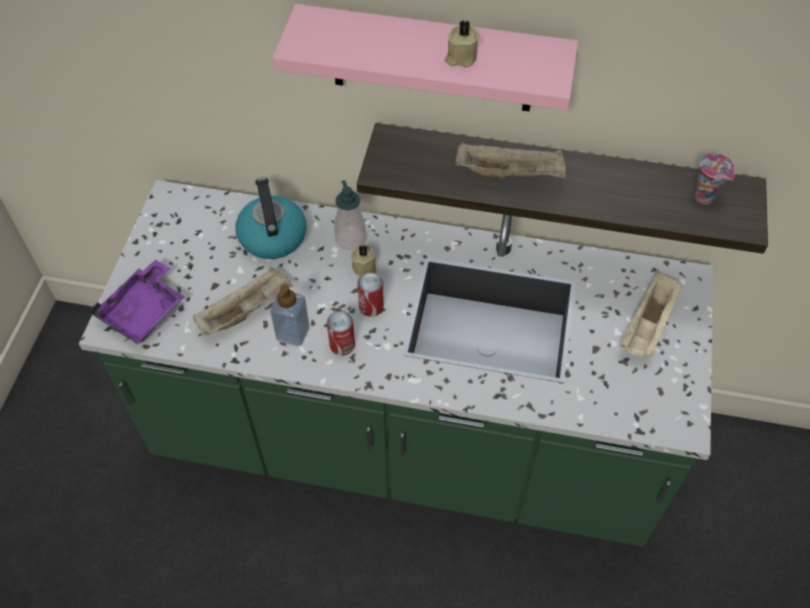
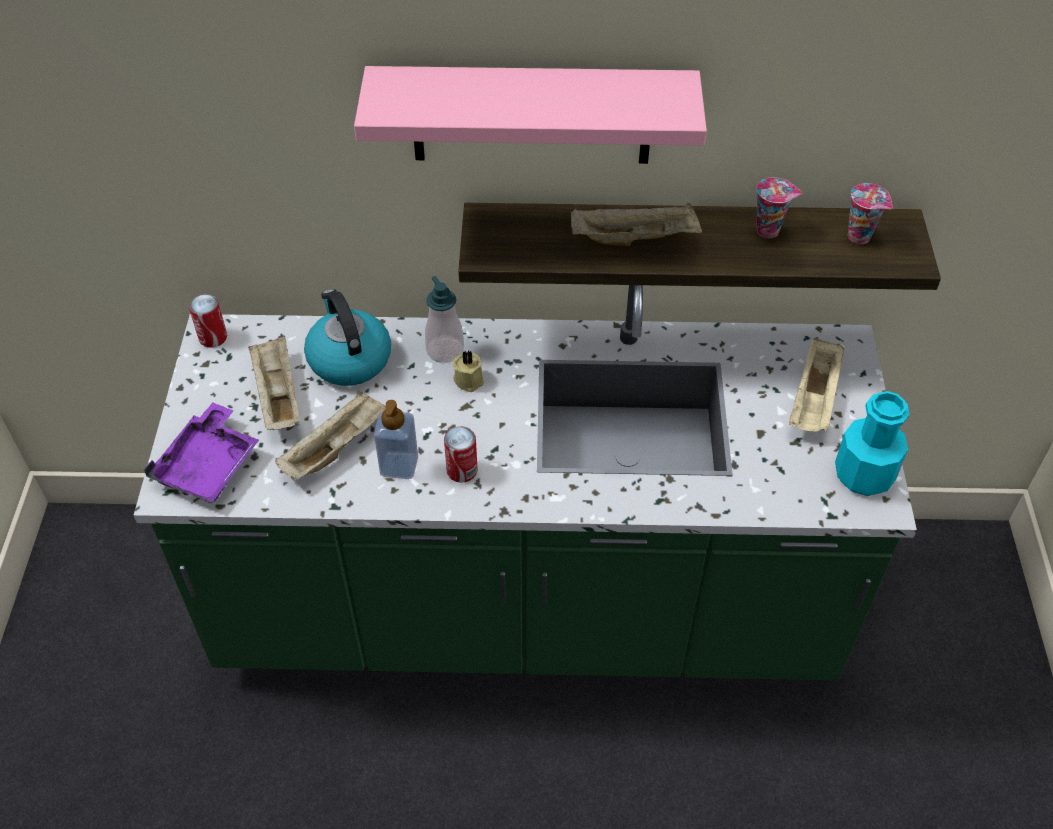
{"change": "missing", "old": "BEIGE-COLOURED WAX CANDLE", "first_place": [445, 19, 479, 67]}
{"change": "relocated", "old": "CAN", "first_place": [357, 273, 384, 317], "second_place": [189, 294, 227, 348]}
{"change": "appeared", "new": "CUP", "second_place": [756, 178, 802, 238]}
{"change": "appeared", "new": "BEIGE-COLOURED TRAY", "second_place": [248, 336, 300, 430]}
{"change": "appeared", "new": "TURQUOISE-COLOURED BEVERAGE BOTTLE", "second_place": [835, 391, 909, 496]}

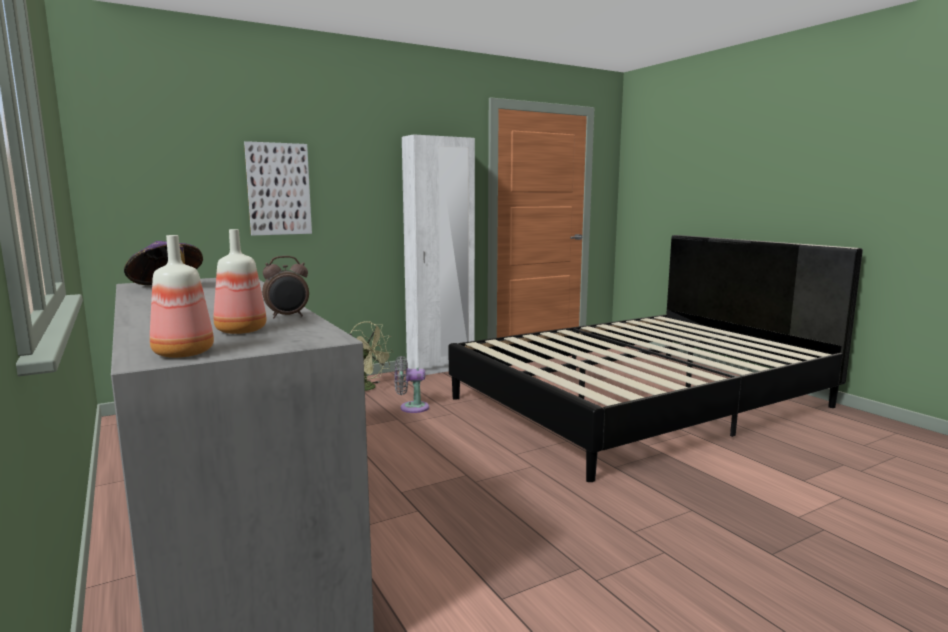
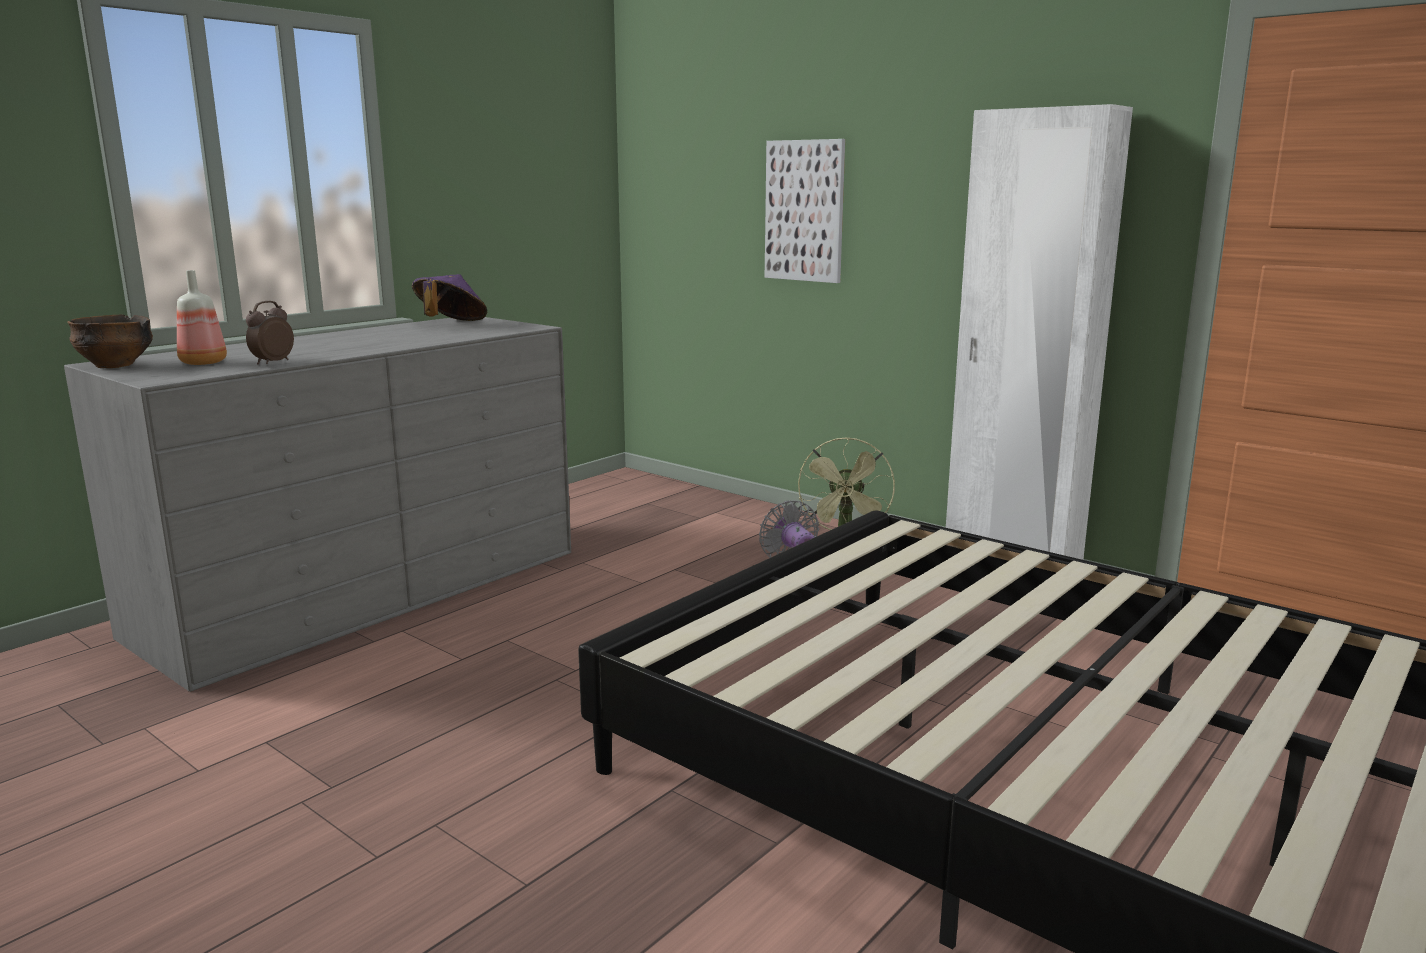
{"change": "exchanged", "old": "BEVERAGE BOTTLE", "new": "BOWL", "first_place": [150, 235, 214, 358], "second_place": [67, 315, 153, 368]}
{"change": "spun", "old": "BEDSIDE CLOCK", "first_place": [262, 256, 309, 319], "second_place": [246, 301, 294, 365], "degrees": 75}

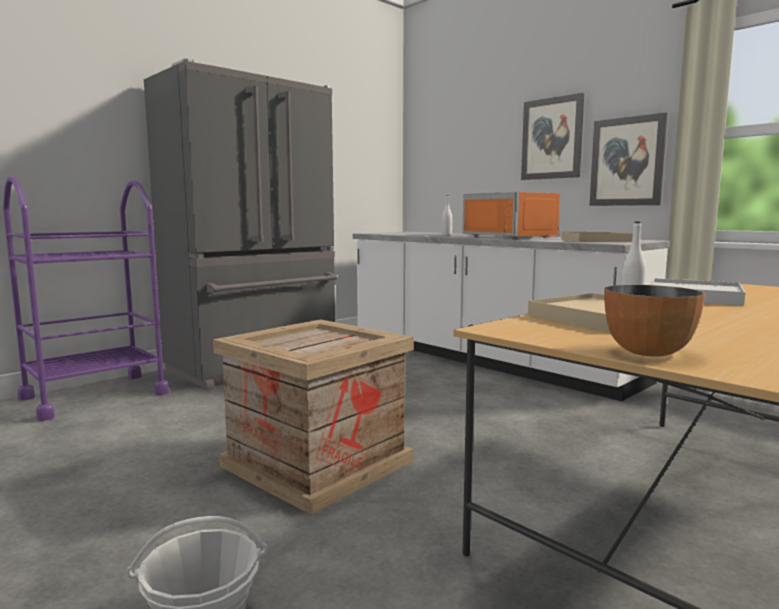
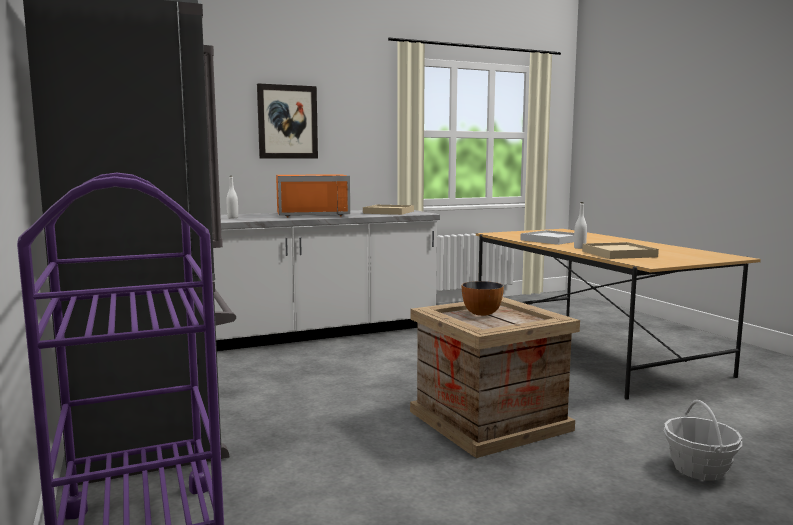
{"change": "missing", "old": "WALL ART", "first_place": [590, 112, 667, 206]}
{"change": "relocated", "old": "BOWL", "first_place": [604, 285, 705, 357], "second_place": [462, 281, 504, 316]}

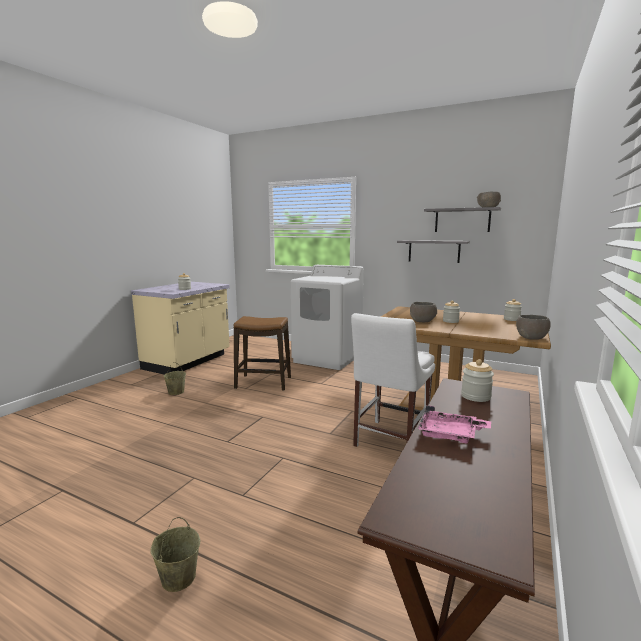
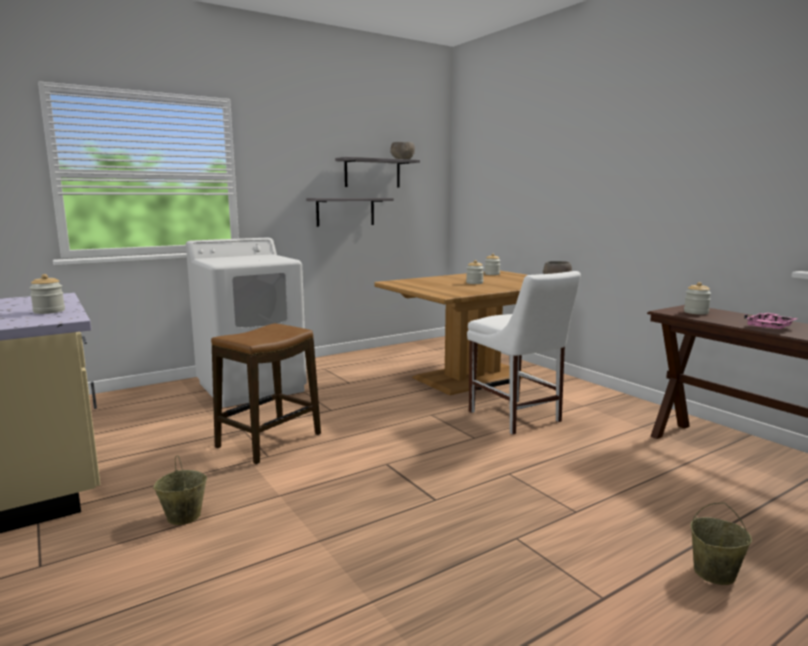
{"change": "missing", "old": "GREYISH BOWL", "first_place": [410, 302, 437, 322]}

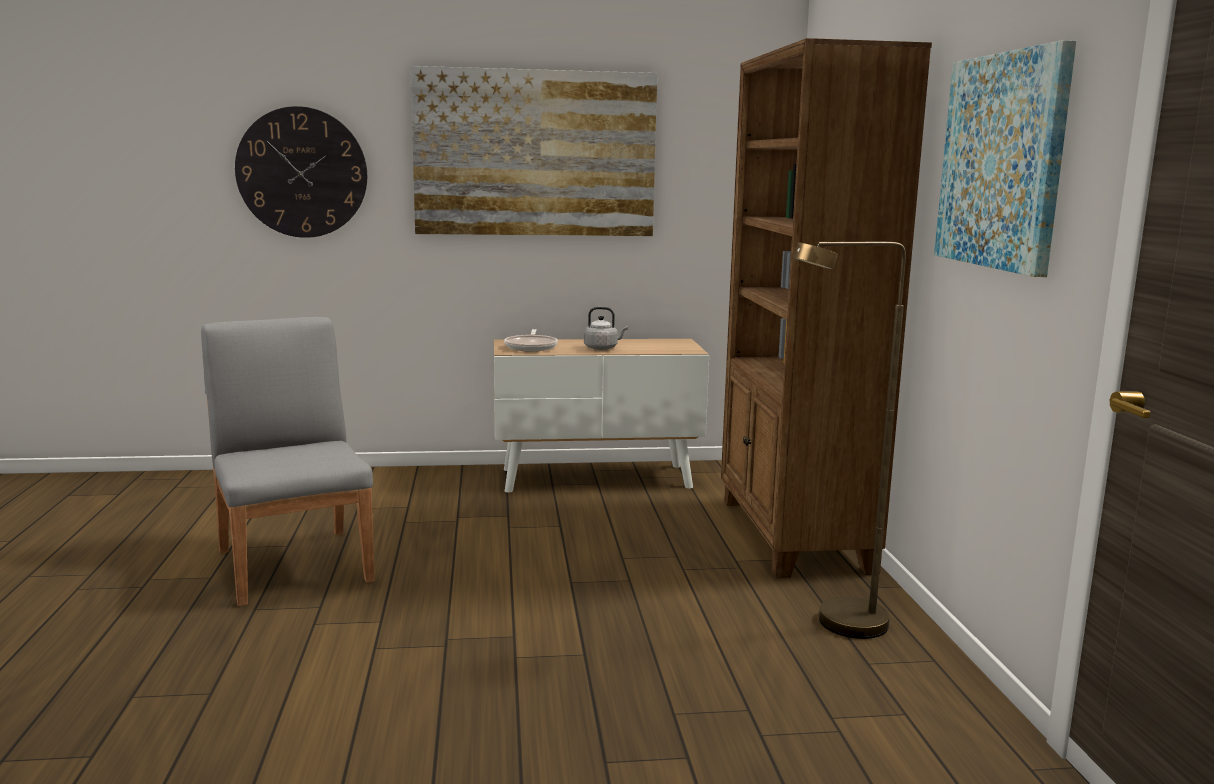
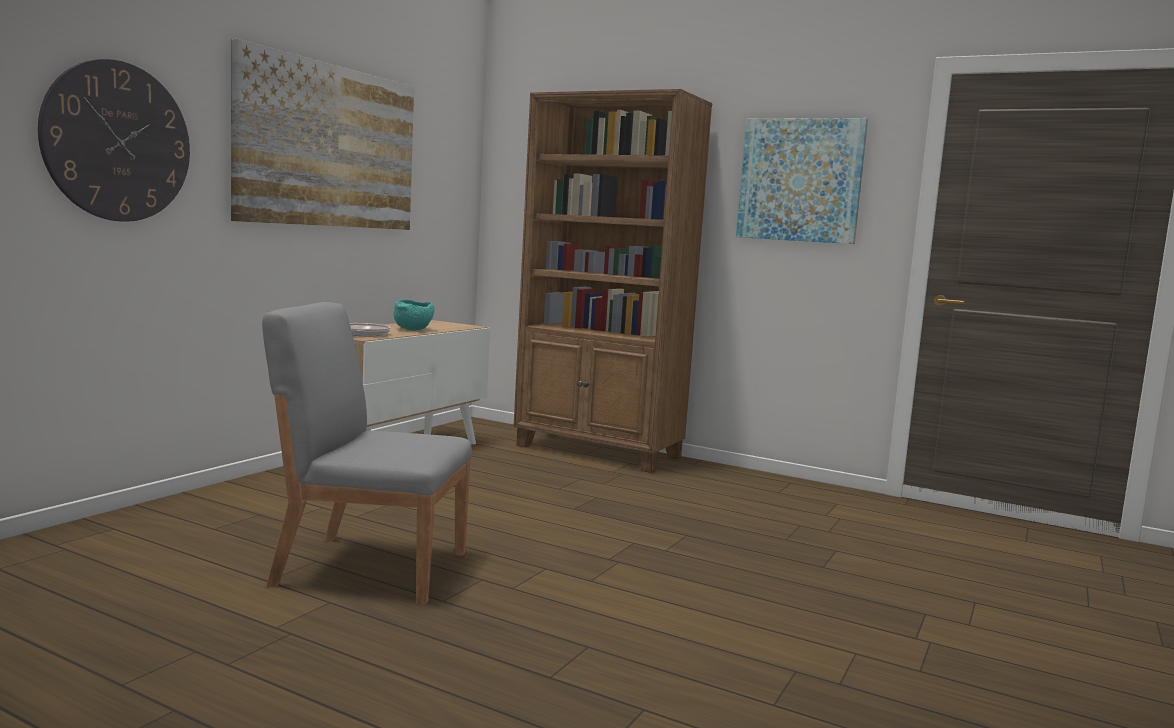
{"change": "missing", "old": "BROWN STANDARD LAMP", "first_place": [794, 242, 906, 639]}
{"change": "exchanged", "old": "GREYISH KETTLE", "new": "TURQUOISE-COLOURED BOWL", "first_place": [584, 307, 628, 350], "second_place": [394, 300, 434, 330]}

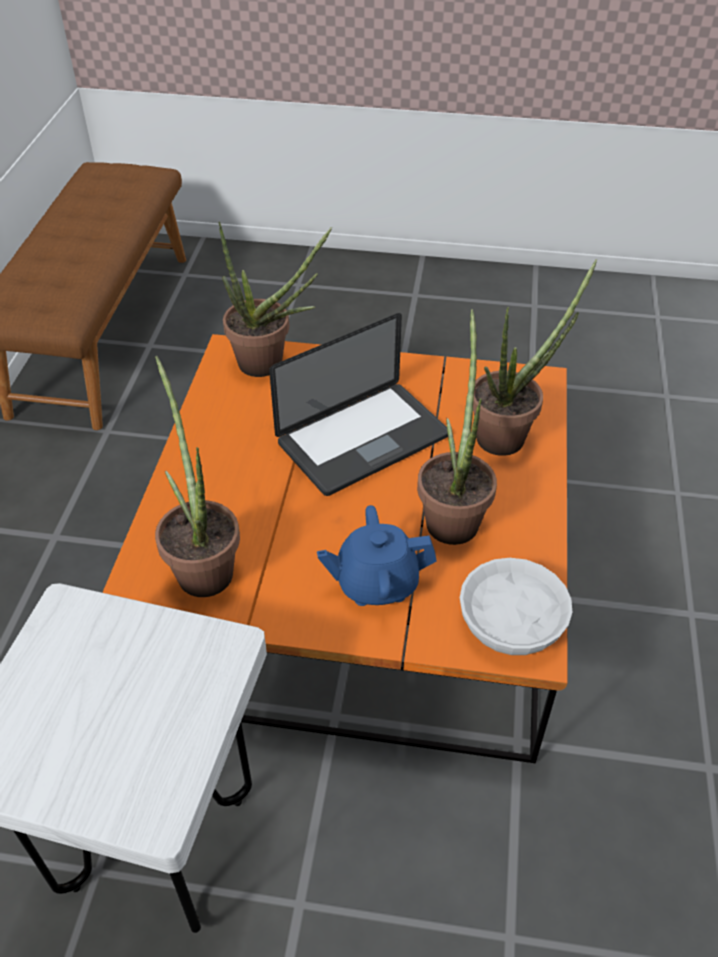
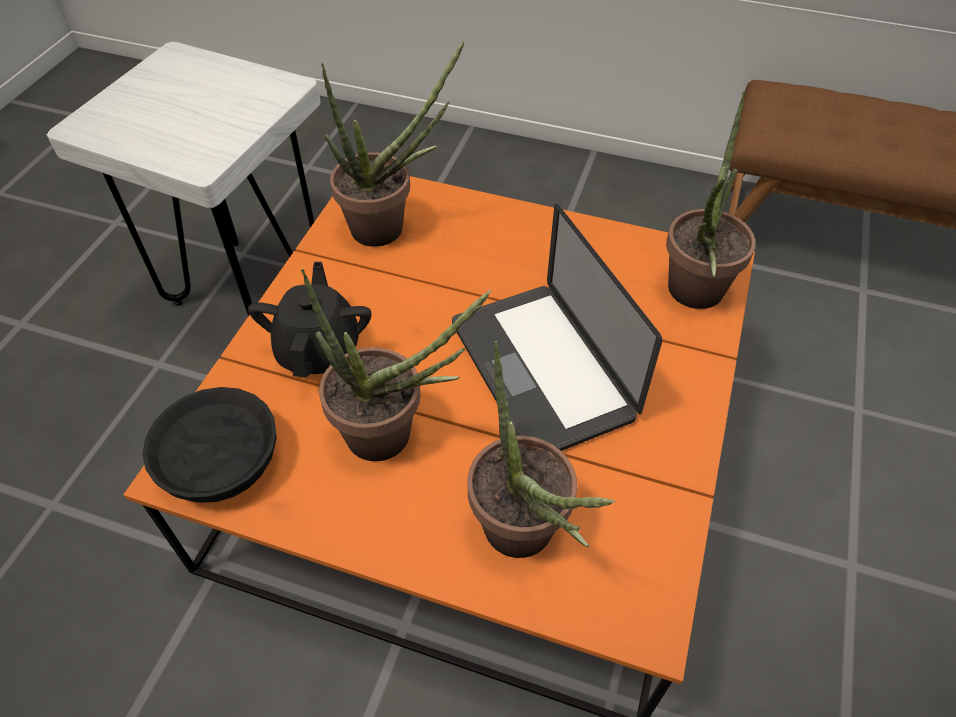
{"change": "colour", "old": "BLUE-COLOURED TEA POT", "new": "BLACK TEA POT", "first_place": [317, 505, 437, 606], "second_place": [248, 262, 372, 377]}
{"change": "colour", "old": "WHITISH BOWL", "new": "BLACK BOWL", "first_place": [460, 558, 572, 655], "second_place": [142, 387, 277, 503]}

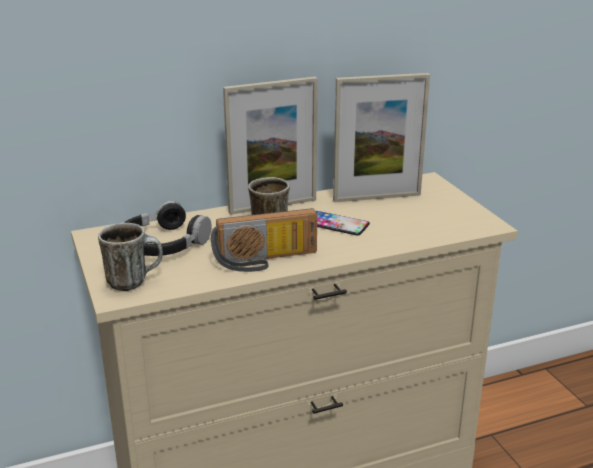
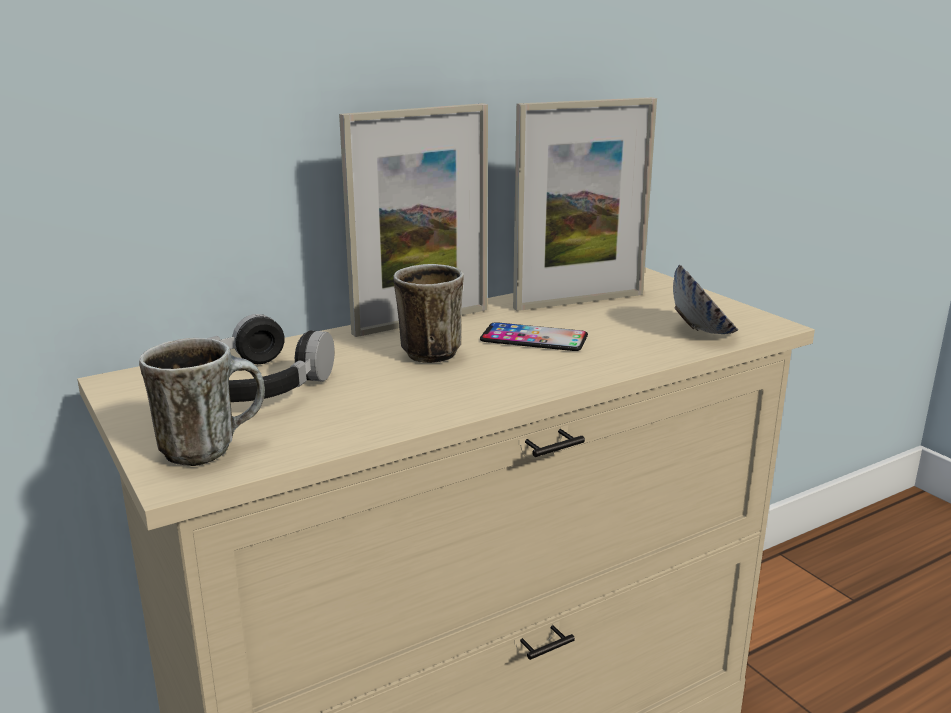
{"change": "missing", "old": "RADIO", "first_place": [211, 208, 317, 272]}
{"change": "appeared", "new": "BOWL", "second_place": [673, 265, 738, 334]}

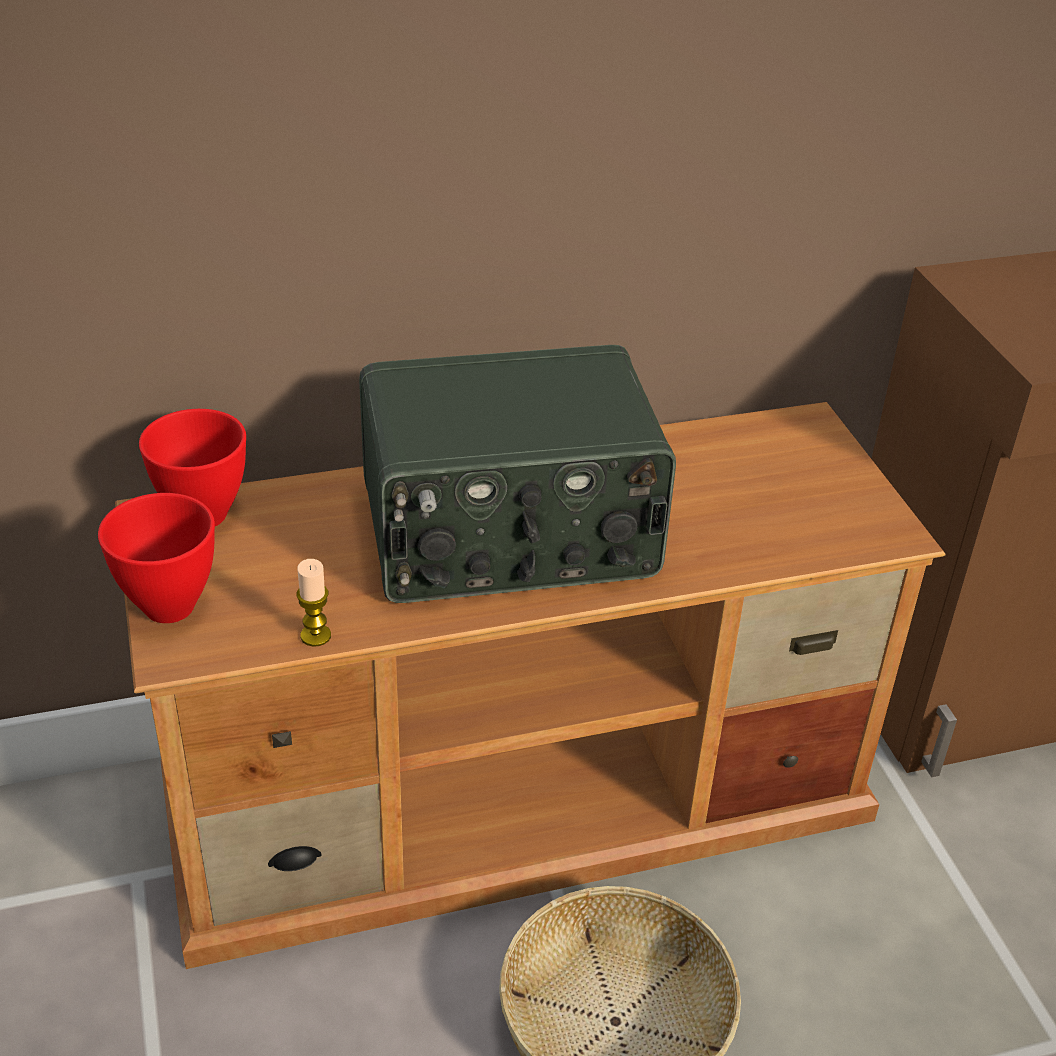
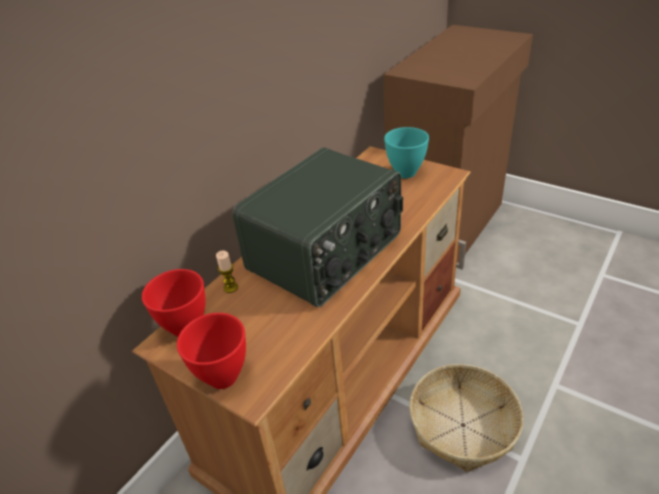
{"change": "relocated", "old": "WAX CANDLE", "first_place": [296, 559, 331, 647], "second_place": [216, 251, 238, 293]}
{"change": "appeared", "new": "TURQUOISE-COLOURED BOWL", "second_place": [384, 127, 429, 178]}

